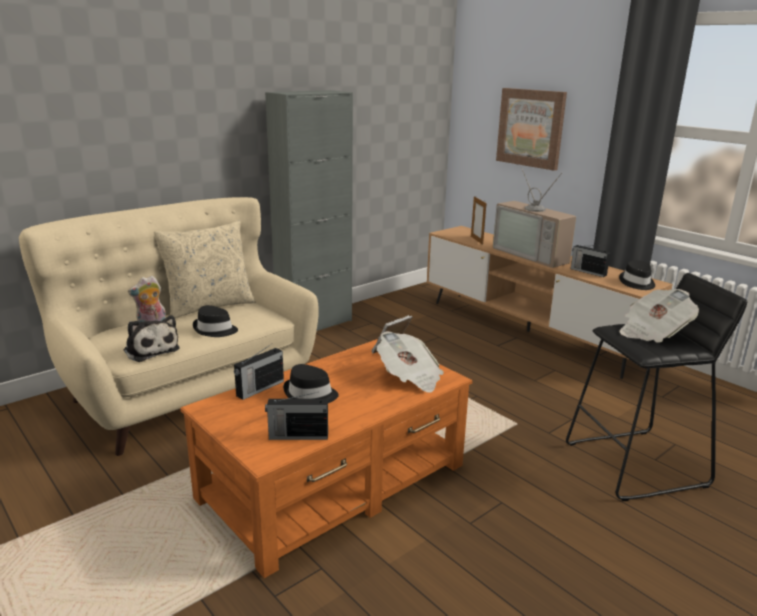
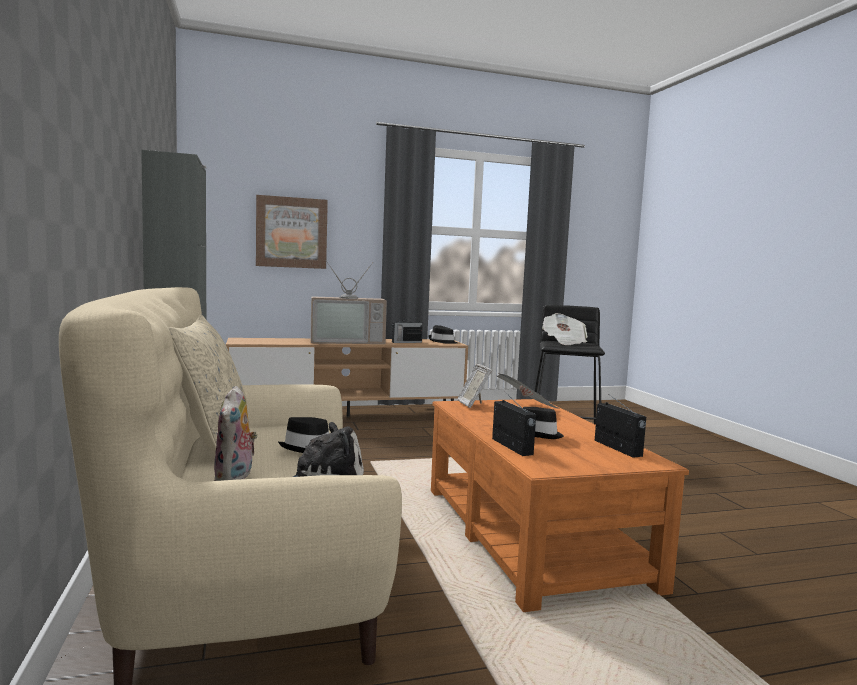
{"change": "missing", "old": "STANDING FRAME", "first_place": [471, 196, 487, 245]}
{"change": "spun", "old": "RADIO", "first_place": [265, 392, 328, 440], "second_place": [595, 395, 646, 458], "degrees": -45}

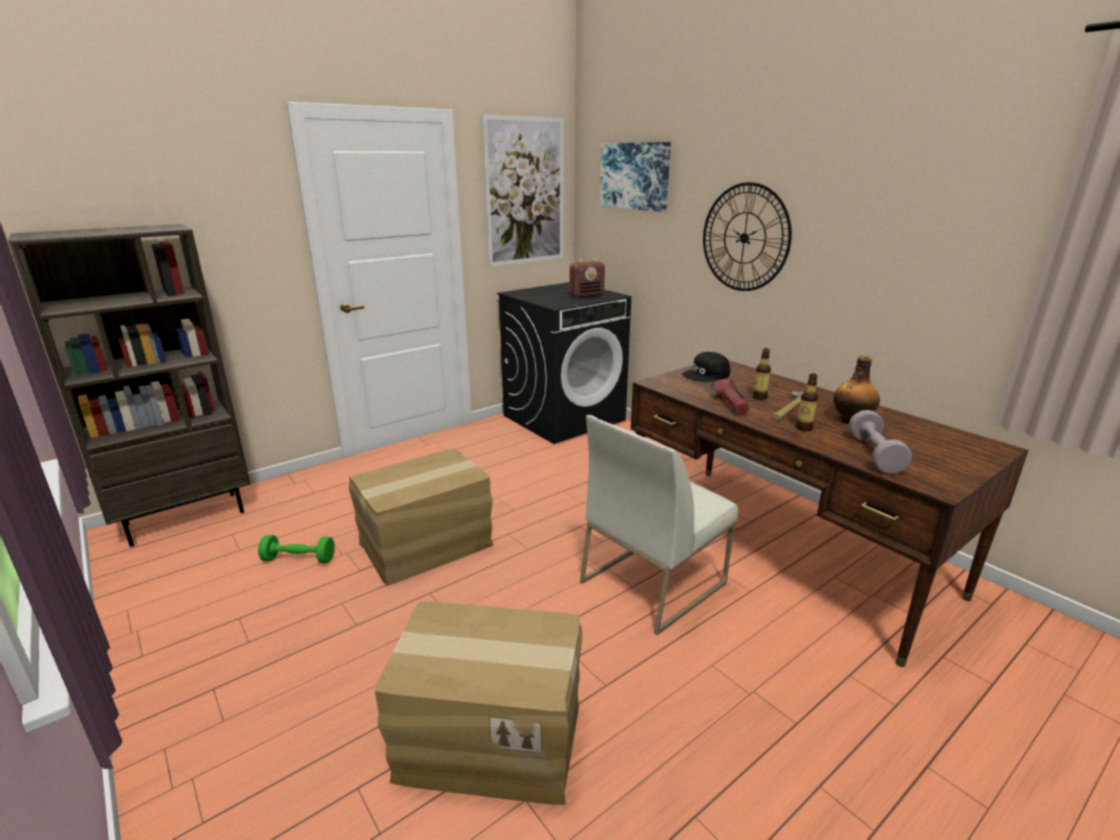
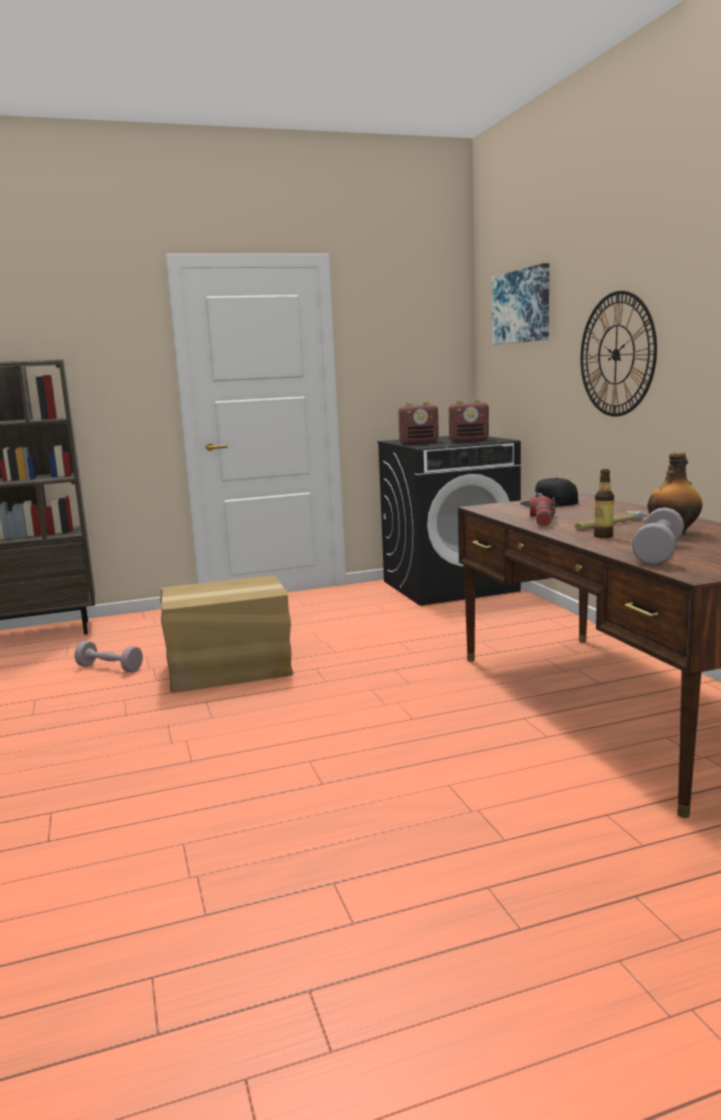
{"change": "missing", "old": "WALL ART", "first_place": [481, 114, 563, 267]}
{"change": "missing", "old": "BEVERAGE BOTTLE", "first_place": [753, 348, 771, 400]}
{"change": "missing", "old": "WHITISH PLAIN CHAIR", "first_place": [580, 415, 738, 635]}
{"change": "colour", "old": "GREENISH HAND WEIGHT", "new": "GREYISH HAND WEIGHT", "first_place": [258, 535, 335, 563], "second_place": [75, 641, 143, 672]}
{"change": "missing", "old": "PACKING BOX", "first_place": [375, 601, 582, 805]}
{"change": "appeared", "new": "RADIO", "second_place": [398, 402, 439, 444]}

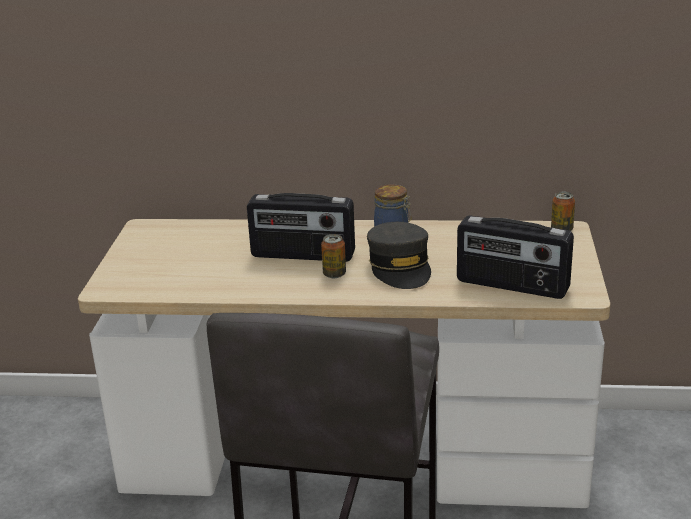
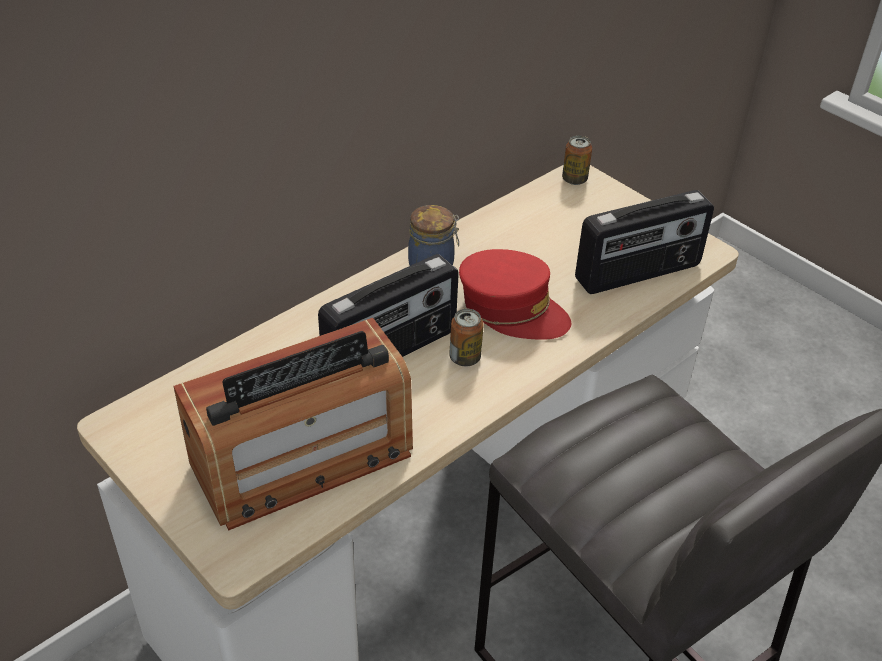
{"change": "colour", "old": "GREYISH PEAKED CAP", "new": "RED PEAKED CAP", "first_place": [367, 222, 431, 289], "second_place": [459, 249, 571, 340]}
{"change": "appeared", "new": "RADIO", "second_place": [174, 318, 413, 530]}

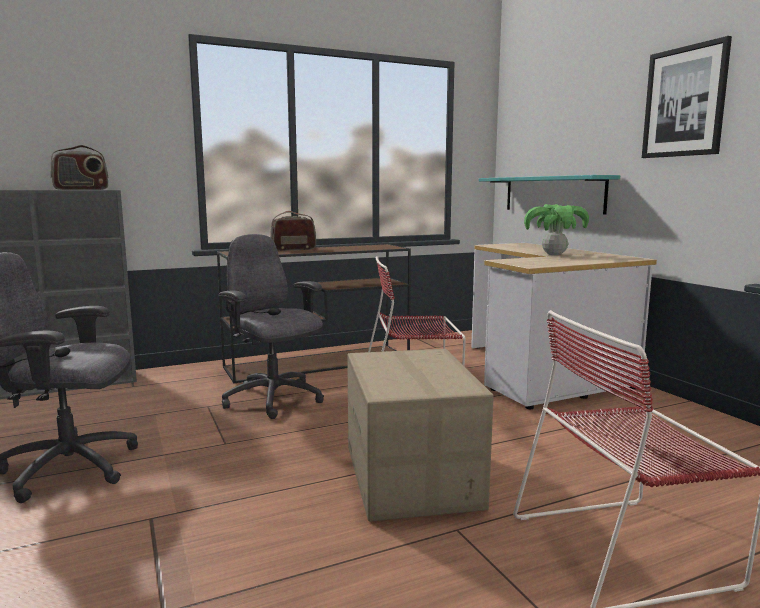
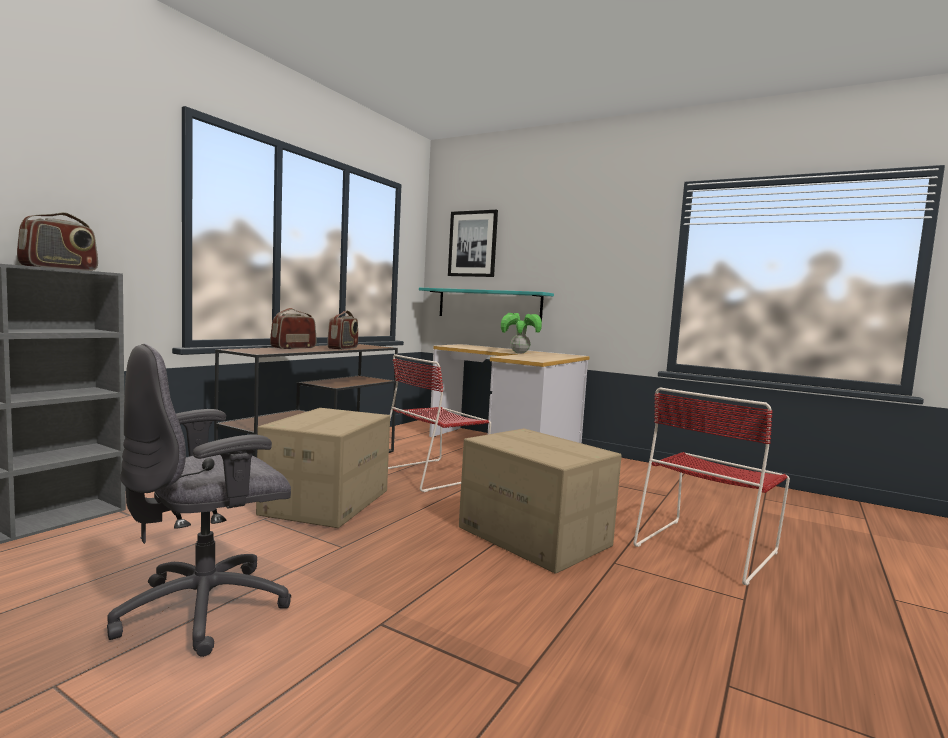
{"change": "relocated", "old": "WALL ART", "first_place": [642, 36, 732, 158], "second_place": [448, 210, 498, 277]}
{"change": "exchanged", "old": "GREYISH OFFICE CHAIR", "new": "PACKING BOX", "first_place": [219, 234, 324, 419], "second_place": [256, 408, 390, 528]}
{"change": "appeared", "new": "RADIO", "second_place": [327, 310, 358, 350]}

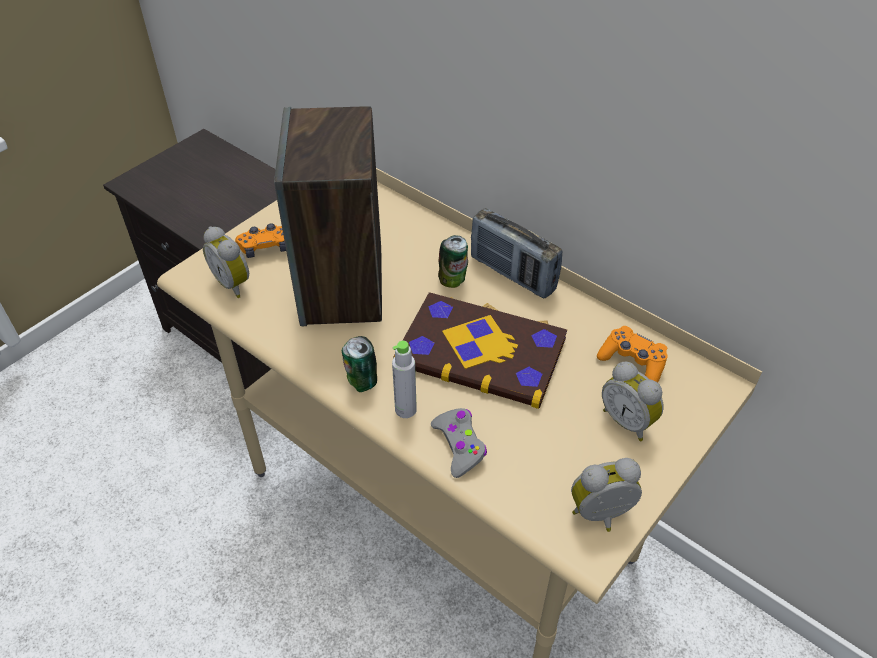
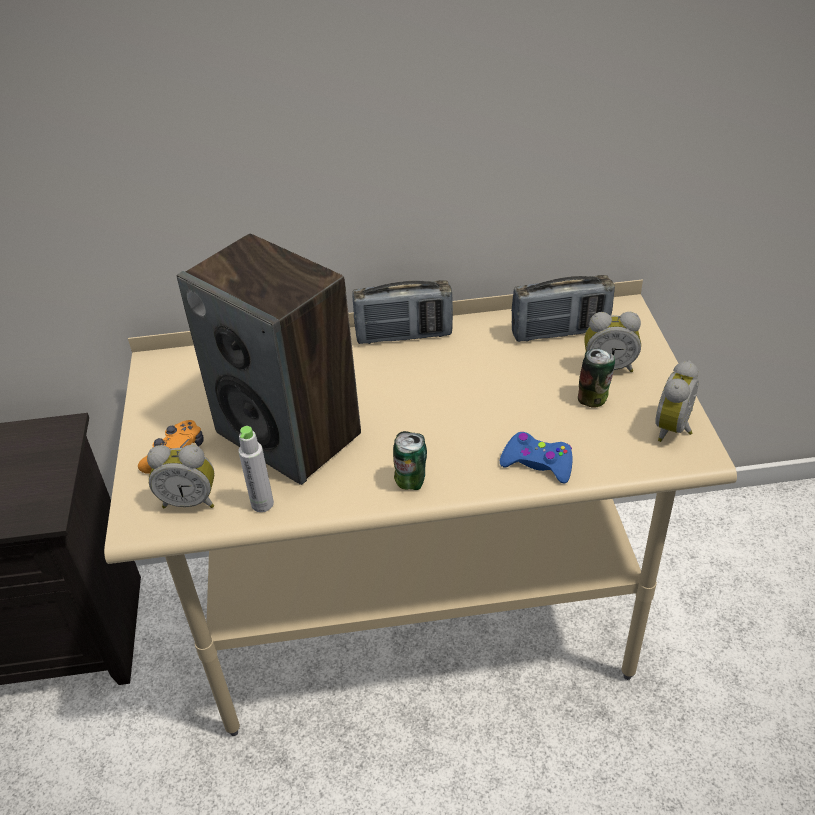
{"change": "relocated", "old": "CAN", "first_place": [438, 235, 468, 288], "second_place": [578, 349, 615, 408]}
{"change": "missing", "old": "BOUND BOOK", "first_place": [393, 292, 567, 409]}
{"change": "exchanged", "old": "ORANGE JOYPAD", "new": "RADIO", "first_place": [597, 326, 668, 383], "second_place": [511, 275, 615, 342]}
{"change": "relocated", "old": "GREYISH BEVERAGE BOTTLE", "first_place": [392, 341, 417, 418], "second_place": [239, 426, 274, 512]}
{"change": "colour", "old": "GREYISH JOYPAD", "new": "BLUE-COLOURED JOYPAD", "first_place": [431, 408, 487, 478], "second_place": [500, 432, 573, 484]}

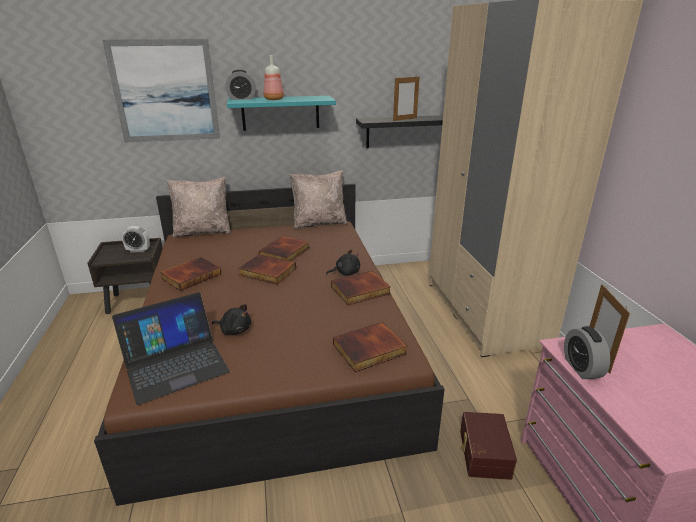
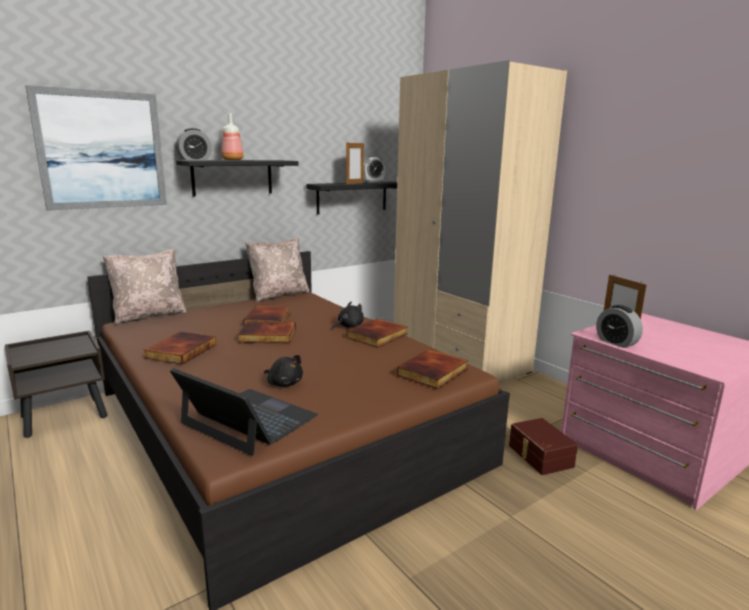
{"change": "colour", "old": "TURQUOISE-COLOURED SHELF", "new": "BLACK SHELF", "first_place": [227, 96, 336, 131], "second_place": [176, 160, 299, 196]}
{"change": "relocated", "old": "BEDSIDE CLOCK", "first_place": [122, 226, 150, 252], "second_place": [364, 157, 385, 183]}
{"change": "spun", "old": "LAPTOP", "first_place": [112, 292, 230, 405], "second_place": [170, 368, 318, 456], "degrees": -90}
{"change": "spun", "old": "BLACK CUDDLY TOY", "first_place": [212, 304, 251, 335], "second_place": [264, 355, 303, 387], "degrees": 45}

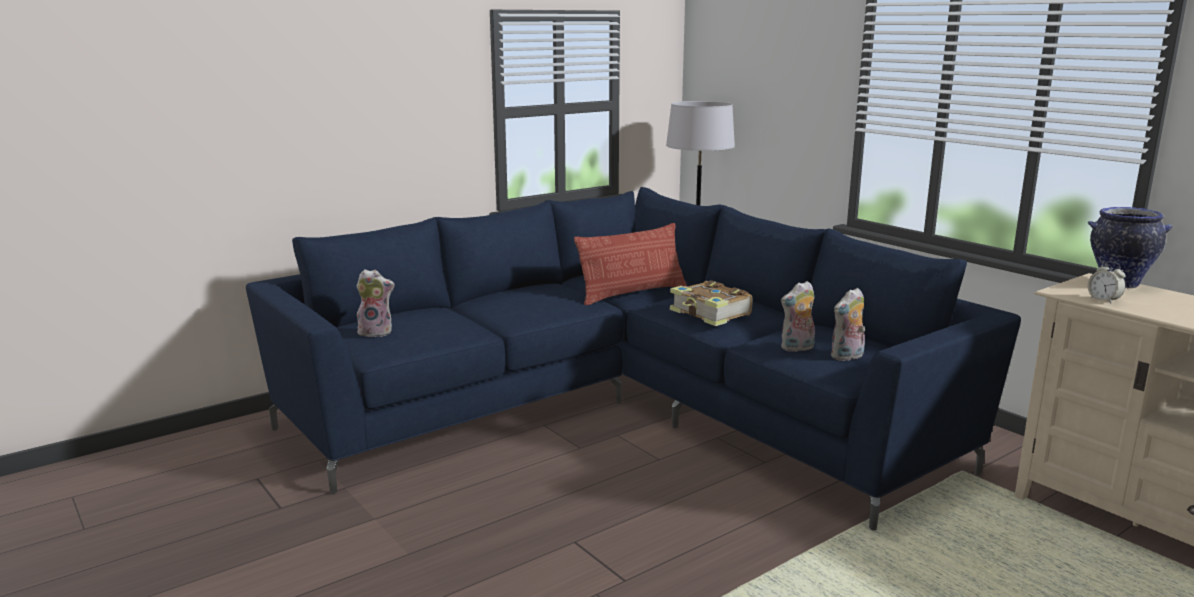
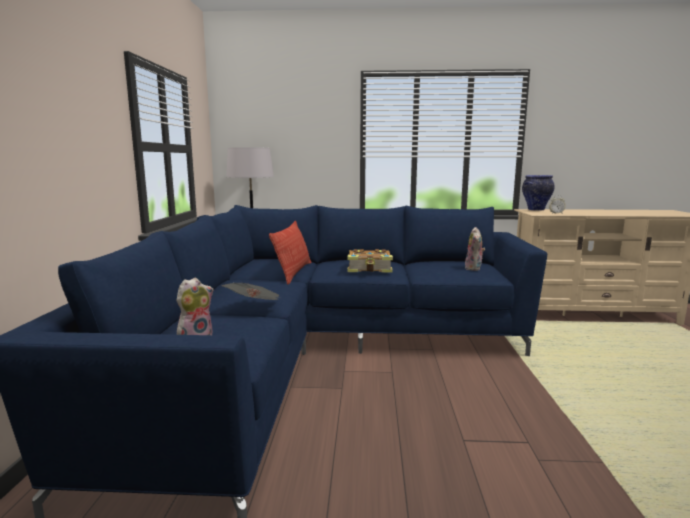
{"change": "missing", "old": "CUDDLY TOY", "first_place": [781, 281, 815, 352]}
{"change": "appeared", "new": "NEWSPAPER", "second_place": [221, 283, 280, 300]}

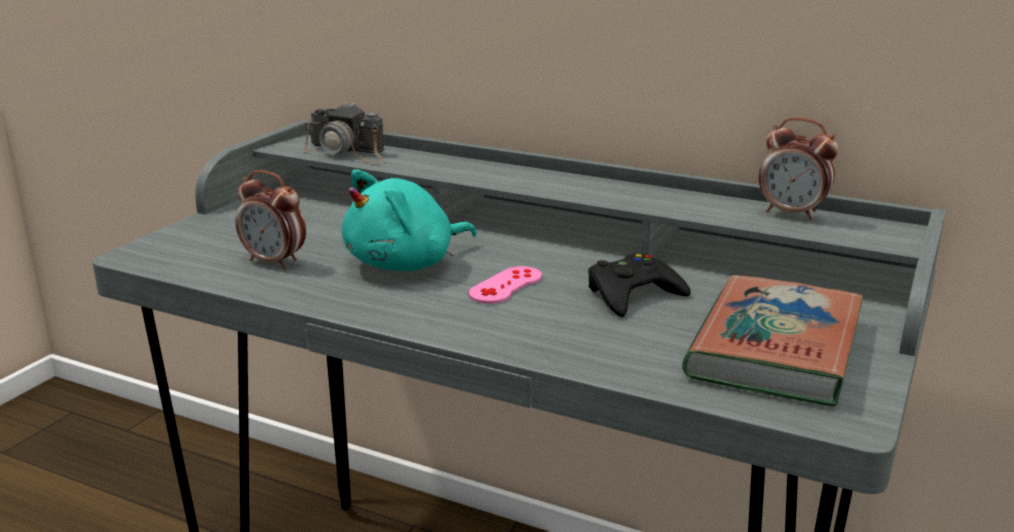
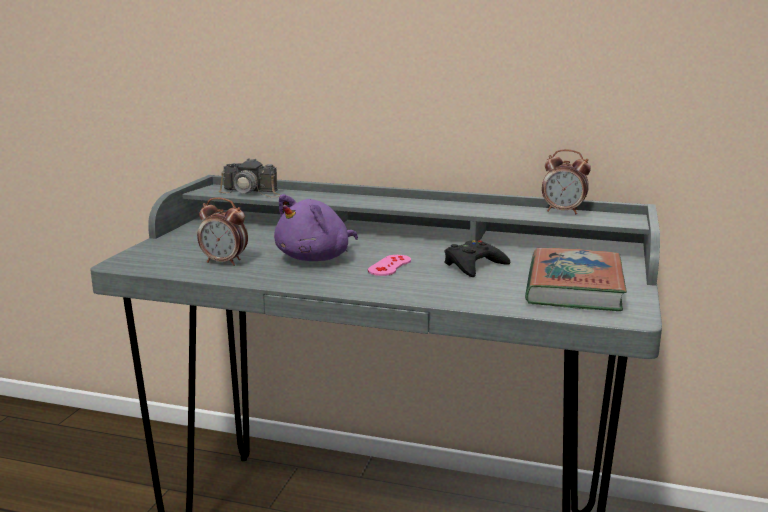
{"change": "colour", "old": "TURQUOISE-COLOURED CUDDLY TOY", "new": "PURPLE CUDDLY TOY", "first_place": [342, 169, 477, 271], "second_place": [274, 194, 358, 261]}

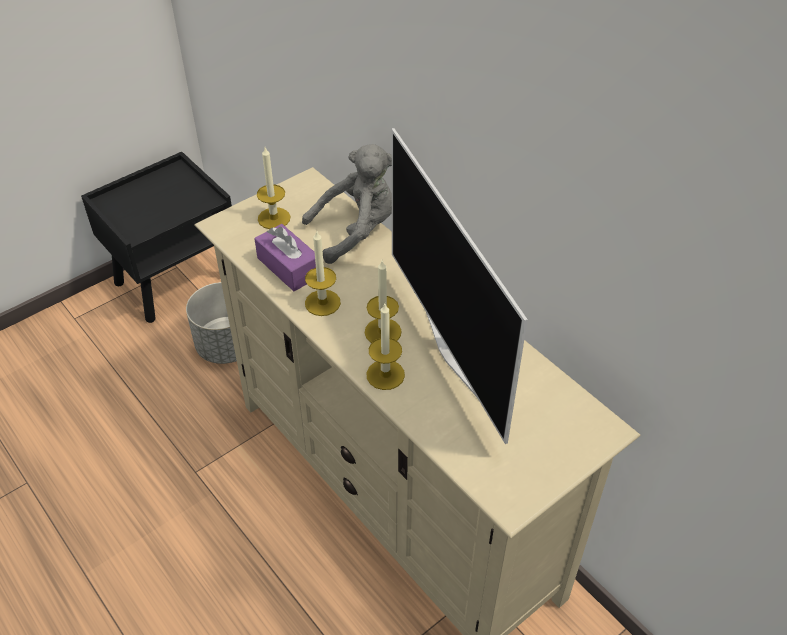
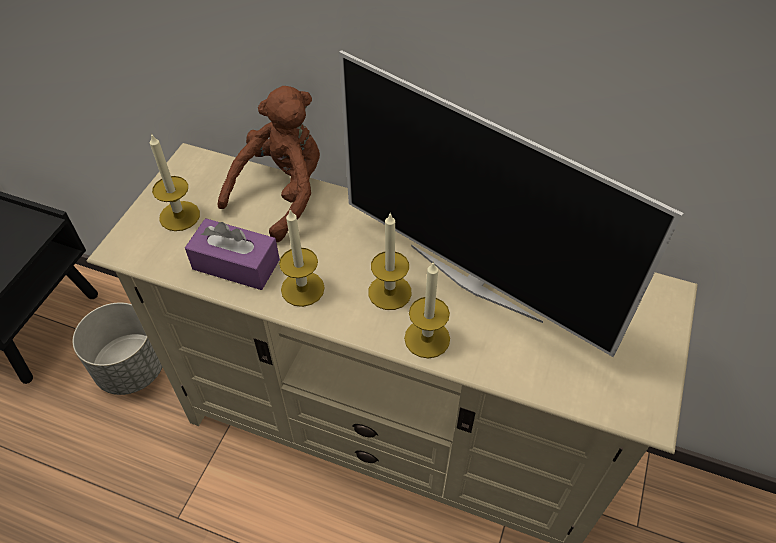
{"change": "colour", "old": "GREYISH CUDDLY TOY", "new": "BROWN CUDDLY TOY", "first_place": [302, 144, 392, 264], "second_place": [218, 86, 320, 242]}

